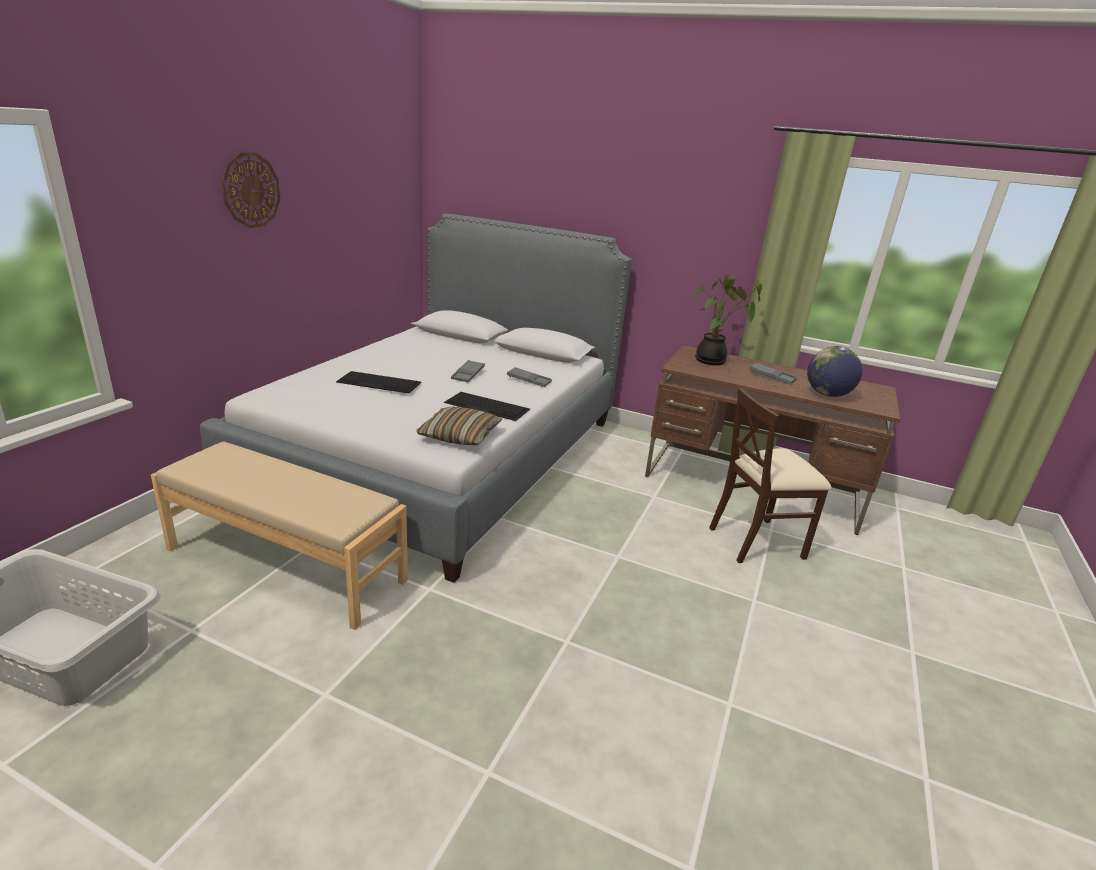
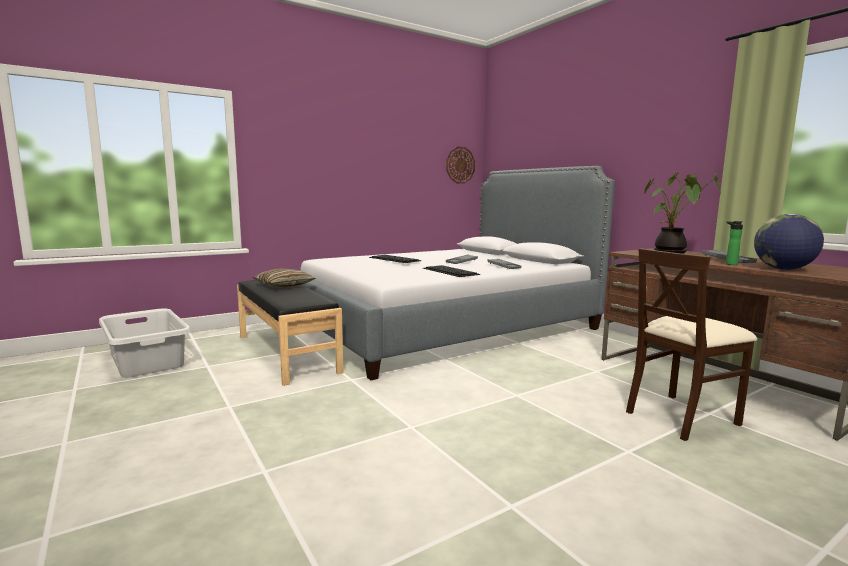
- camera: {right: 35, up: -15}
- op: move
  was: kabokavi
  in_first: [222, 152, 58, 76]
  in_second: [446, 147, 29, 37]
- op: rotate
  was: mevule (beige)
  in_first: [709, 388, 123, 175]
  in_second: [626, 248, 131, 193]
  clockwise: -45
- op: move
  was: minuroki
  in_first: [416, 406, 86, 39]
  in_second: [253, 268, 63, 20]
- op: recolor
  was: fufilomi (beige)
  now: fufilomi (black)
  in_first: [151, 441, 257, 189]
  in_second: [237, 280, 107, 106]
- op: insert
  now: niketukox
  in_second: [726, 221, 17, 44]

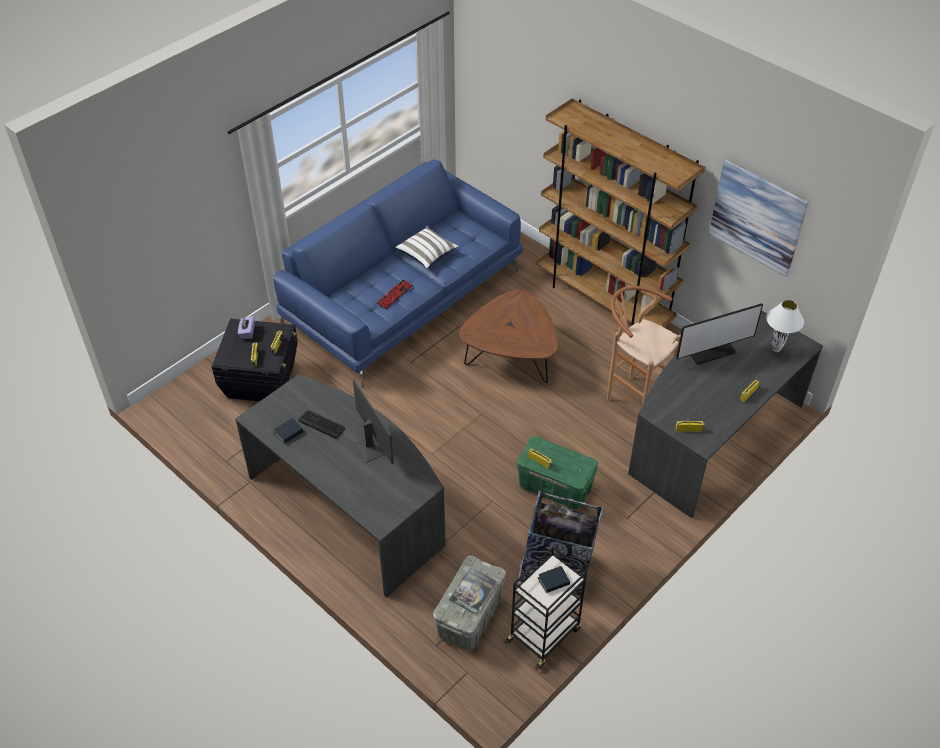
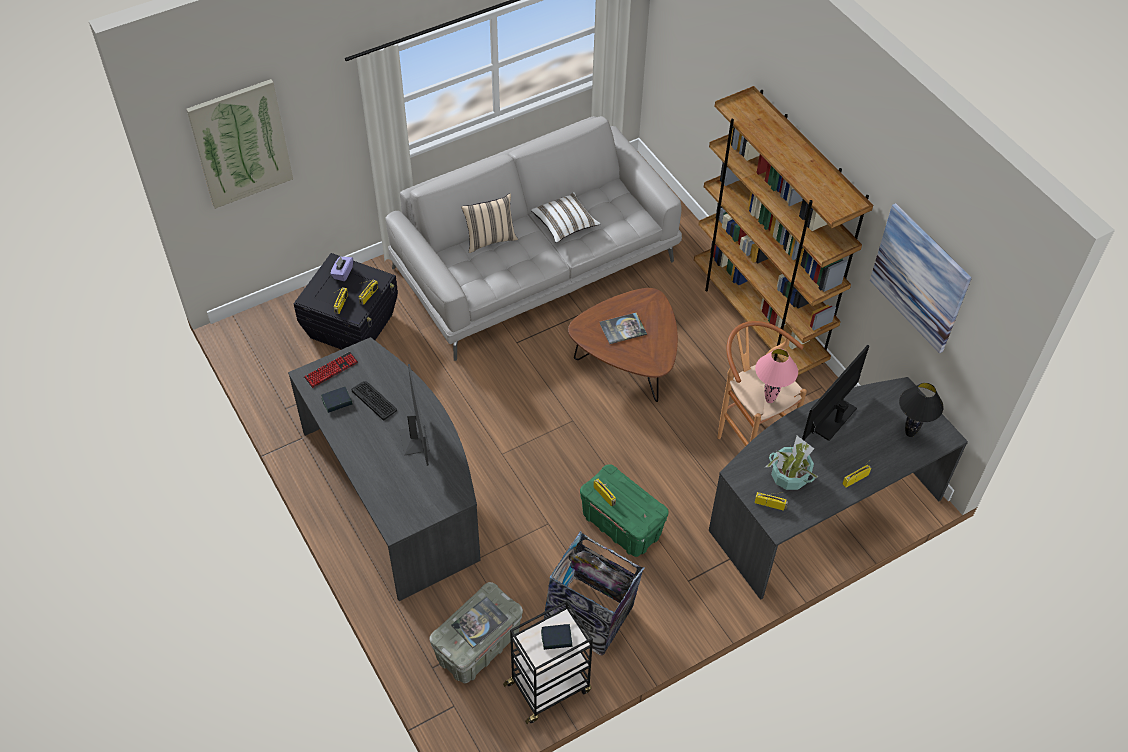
- camera: {right: 15, up: 5}
- op: recolor
  was: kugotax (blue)
  now: kugotax (grey)
  in_first: [273, 160, 250, 229]
  in_second: [385, 116, 297, 245]
- op: move
  was: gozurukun
  in_first: [376, 279, 37, 30]
  in_second: [304, 352, 54, 36]
- op: recolor
  was: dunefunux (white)
  now: dunefunux (black)
  in_first: [766, 300, 38, 52]
  in_second: [899, 383, 44, 54]
- op: rotate
  was: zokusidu
  in_first: [676, 303, 87, 62]
  in_second: [802, 345, 67, 96]
  clockwise: 135
- op: insert
  now: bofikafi
  in_second: [186, 79, 107, 130]
- op: insert
  now: minuroki (beige)
  in_second: [461, 193, 57, 60]
- op: insert
  now: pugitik
  in_second: [600, 312, 47, 32]
- op: insert
  now: dunefunux (pink)
  in_second: [755, 349, 43, 54]
- op: insert
  now: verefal
  in_second: [766, 436, 53, 54]

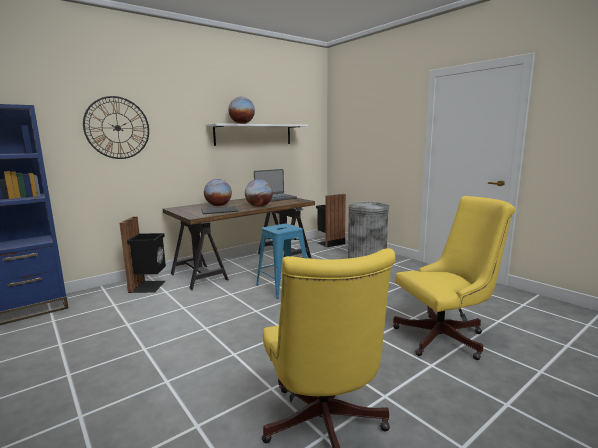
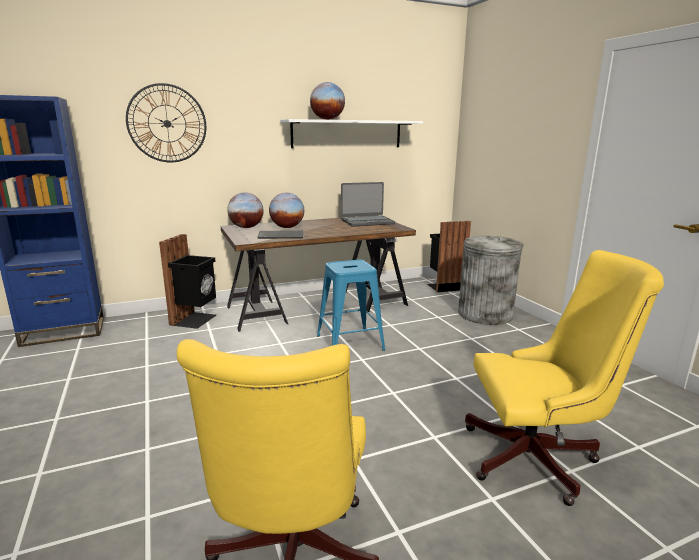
- camera: {right: 15, up: 5}
- op: move
  was: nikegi
  in_first: [245, 179, 28, 28]
  in_second: [227, 192, 37, 36]

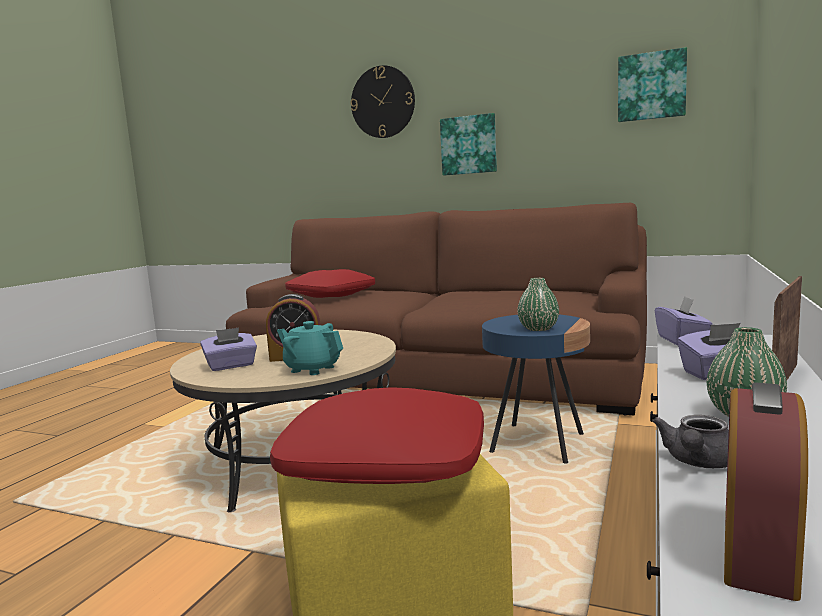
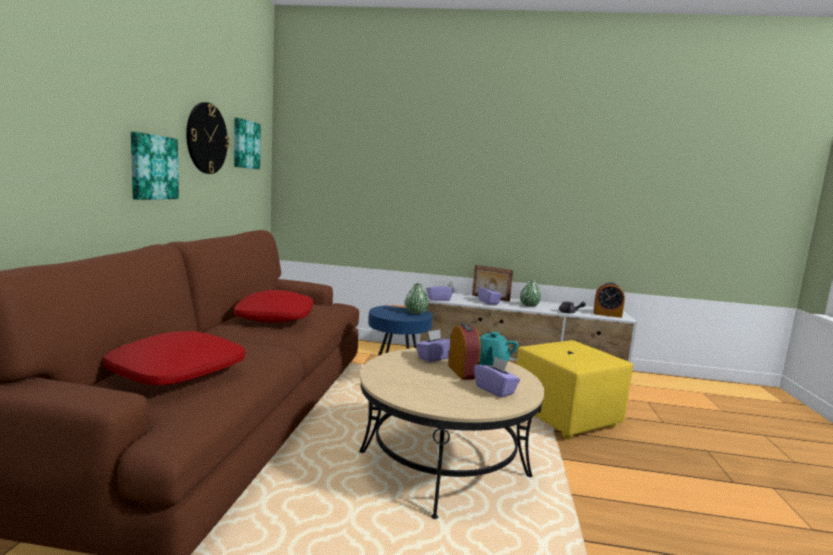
- camera: {right: -105, up: 0}
- op: move
  was: kabokavi
  in_first: [350, 65, 65, 73]
  in_second: [186, 102, 44, 72]
- op: move
  was: minuroki (red)
  in_first: [270, 387, 214, 97]
  in_second: [234, 290, 79, 33]
- op: insert
  now: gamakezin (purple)
  in_second: [416, 330, 34, 32]

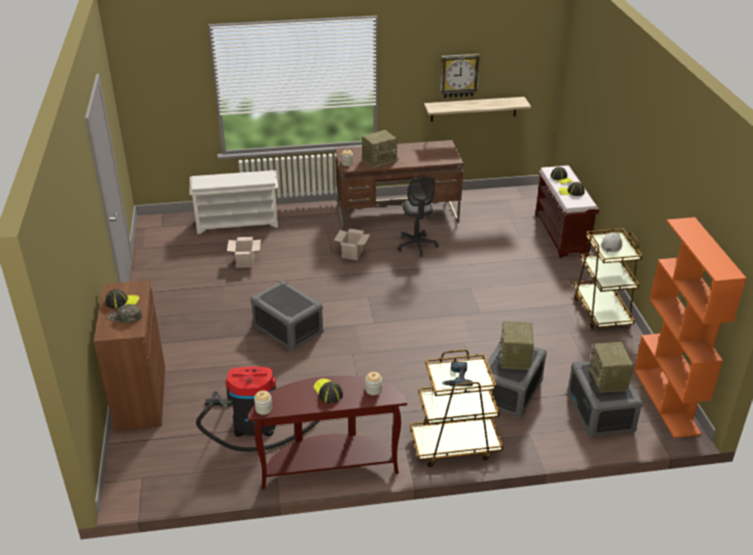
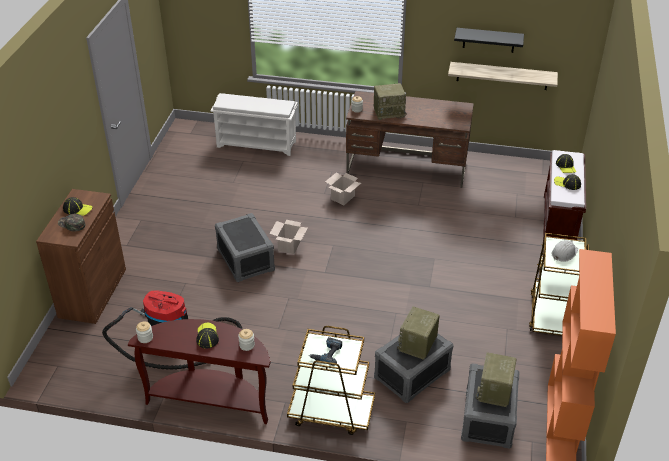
- camera: {right: 20, up: 5}
- op: replace
  was: kabokavi
  now: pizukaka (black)
  in_first: [440, 54, 41, 44]
  in_second: [454, 28, 70, 25]
- op: delete
  was: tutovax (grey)
  in_first: [397, 176, 42, 81]
- op: move
  was: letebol
  in_first: [227, 237, 34, 31]
  in_second: [270, 220, 37, 34]

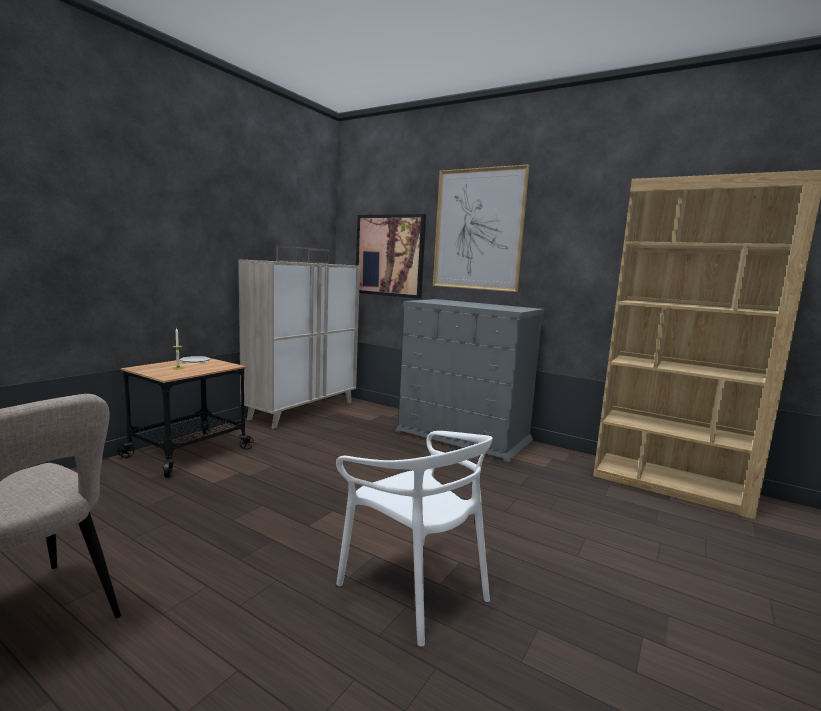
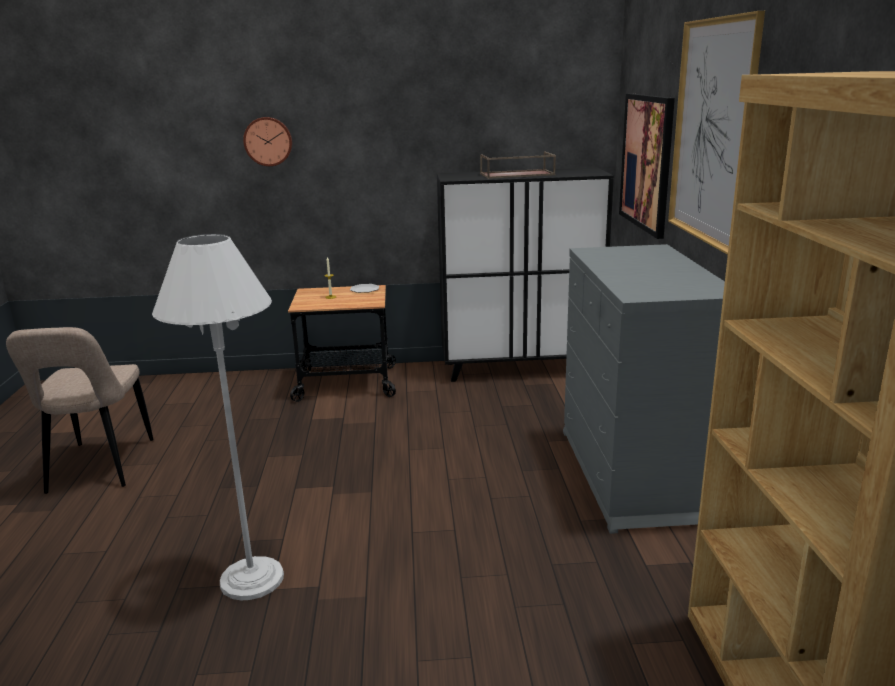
- camera: {right: 55, up: 10}
- op: recolor
  was: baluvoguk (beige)
  now: baluvoguk (black)
  in_first: [238, 259, 122, 170]
  in_second: [437, 168, 177, 214]
- op: replace
  was: mevule (white)
  now: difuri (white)
  in_first: [336, 431, 157, 215]
  in_second: [152, 234, 132, 366]
- op: insert
  now: kabokavi
  in_second: [243, 117, 49, 49]

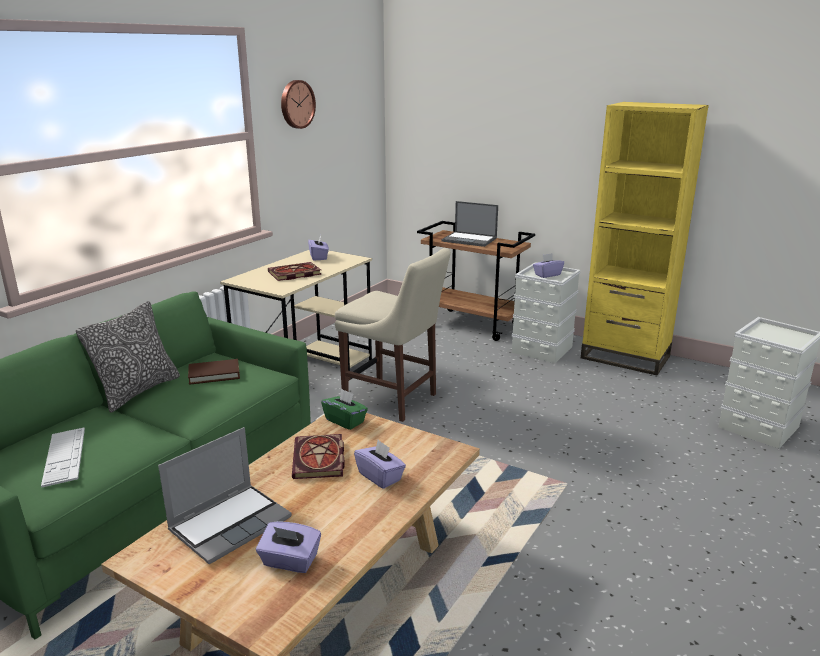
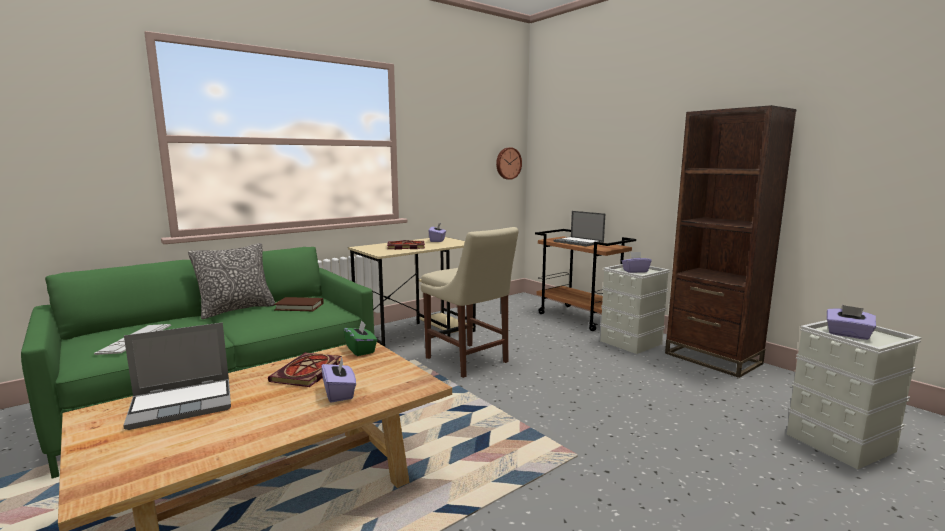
- camera: {right: 20, up: -10}
- op: move
  was: kabokavi
  in_first: [281, 80, 35, 49]
  in_second: [496, 147, 26, 33]
- op: recolor
  was: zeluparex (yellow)
  now: zeluparex (brown)
  in_first: [581, 102, 128, 274]
  in_second: [665, 105, 132, 273]
- op: move
  was: gamakezin (purple)
  in_first: [256, 521, 65, 52]
  in_second: [827, 305, 49, 35]

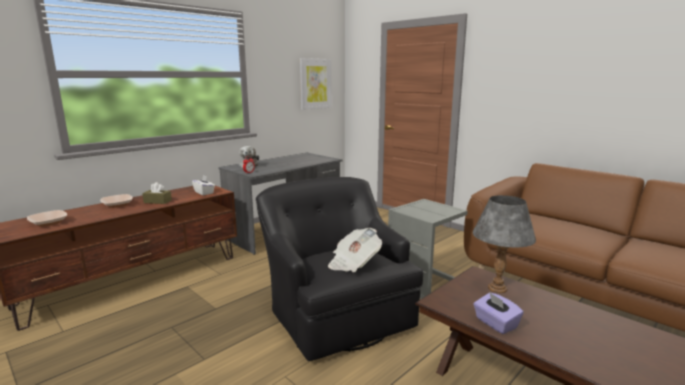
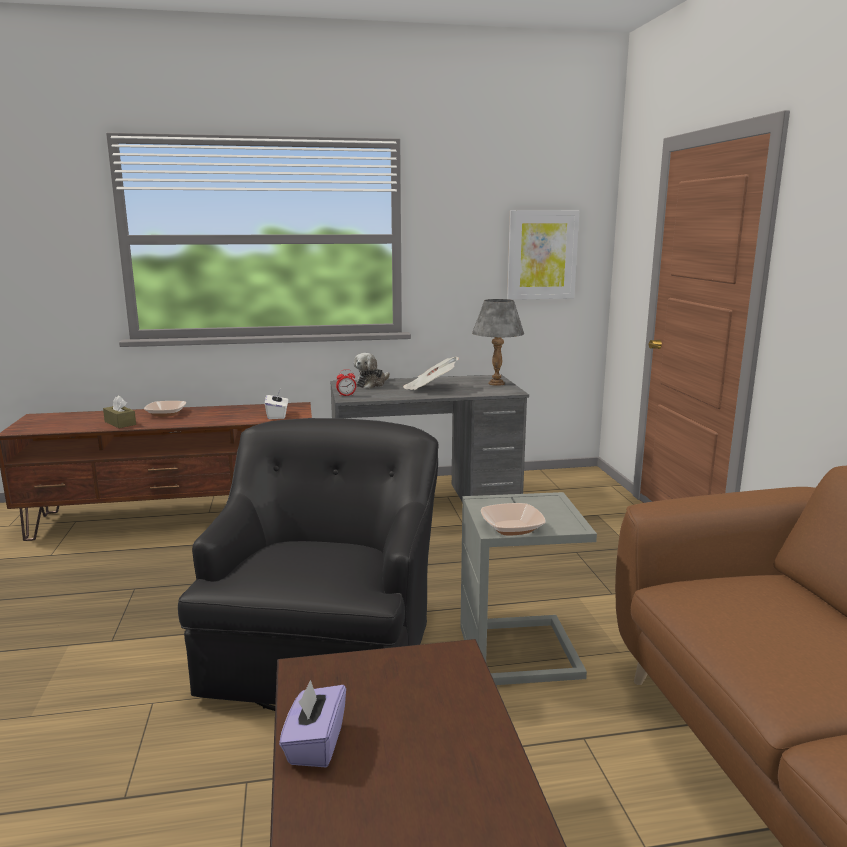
- camera: {right: 35, up: 0}
- op: move
  was: gamakezin (brown)
  in_first: [142, 182, 30, 22]
  in_second: [103, 395, 33, 33]
- op: move
  was: dunefunux (grey)
  in_first: [473, 195, 63, 98]
  in_second: [472, 299, 52, 87]
- op: move
  was: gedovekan
  in_first: [27, 210, 40, 17]
  in_second: [481, 503, 64, 32]
- op: move
  was: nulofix
  in_first: [328, 228, 54, 44]
  in_second: [403, 357, 56, 33]

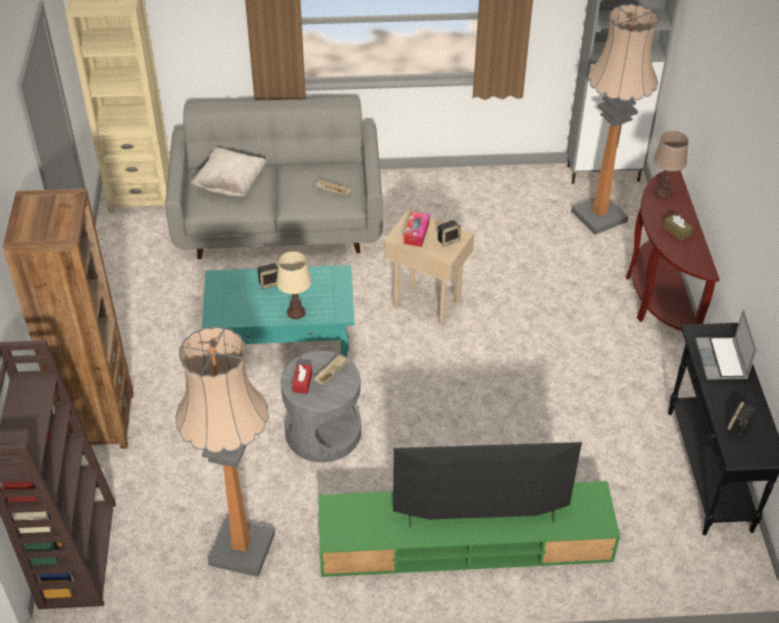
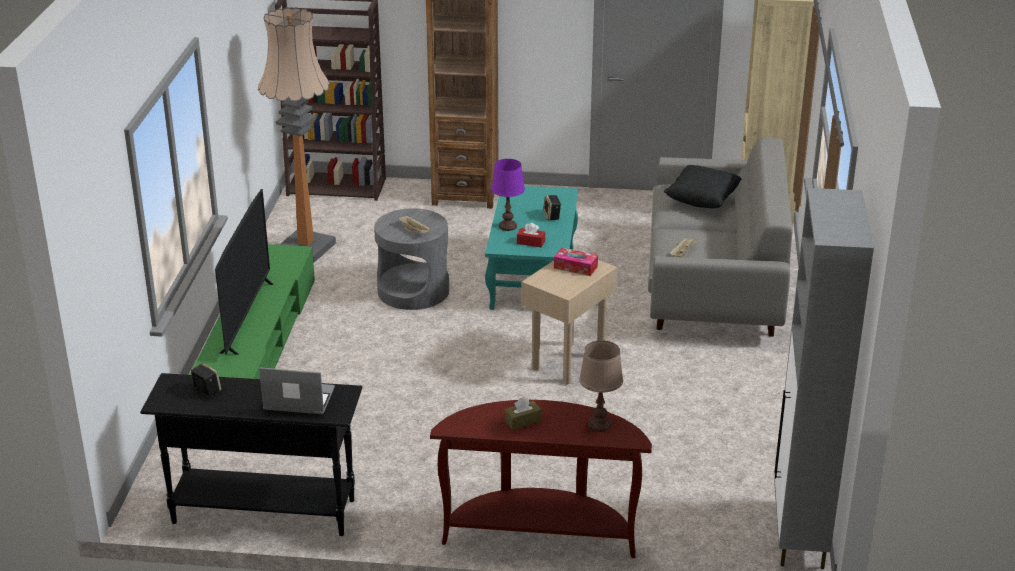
- camera: {right: 100, up: -15}
- op: delete
  was: difuri
  in_first: [571, 4, 87, 231]
- op: recolor
  was: minuroki (beige)
  now: minuroki (black)
  in_first: [191, 147, 75, 49]
  in_second: [664, 165, 78, 43]
- op: delete
  was: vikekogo
  in_first: [438, 220, 23, 27]
- op: recolor
  was: dunefunux (beige)
  now: dunefunux (purple)
  in_first: [276, 251, 35, 68]
  in_second: [491, 159, 34, 72]
- op: move
  was: gamakezin (red)
  in_first: [292, 364, 20, 30]
  in_second: [517, 223, 28, 24]

